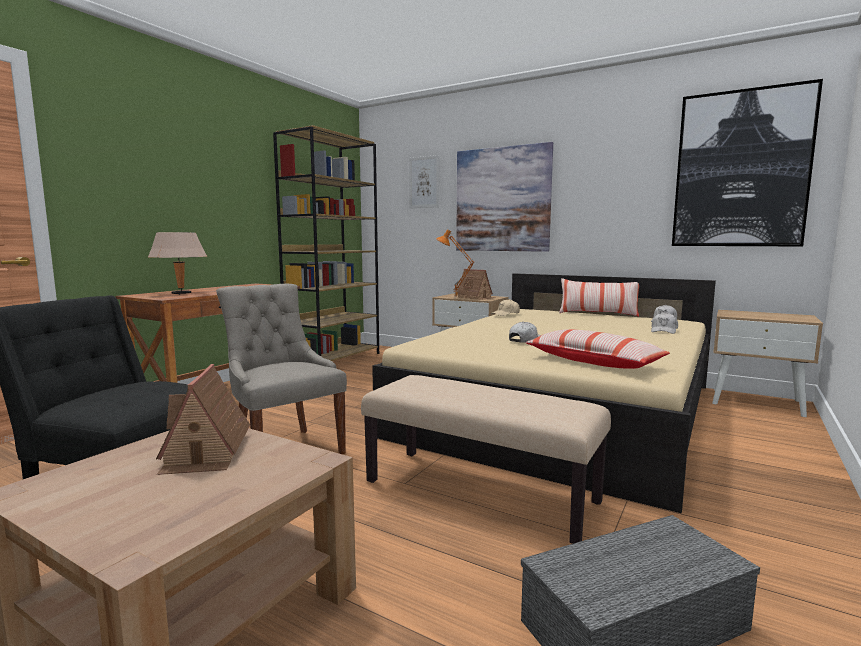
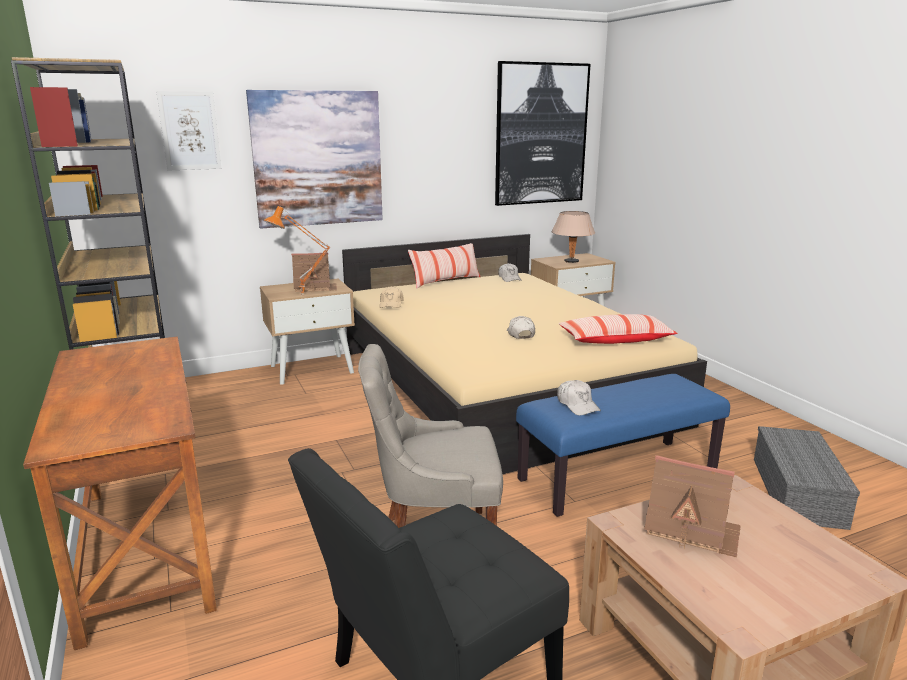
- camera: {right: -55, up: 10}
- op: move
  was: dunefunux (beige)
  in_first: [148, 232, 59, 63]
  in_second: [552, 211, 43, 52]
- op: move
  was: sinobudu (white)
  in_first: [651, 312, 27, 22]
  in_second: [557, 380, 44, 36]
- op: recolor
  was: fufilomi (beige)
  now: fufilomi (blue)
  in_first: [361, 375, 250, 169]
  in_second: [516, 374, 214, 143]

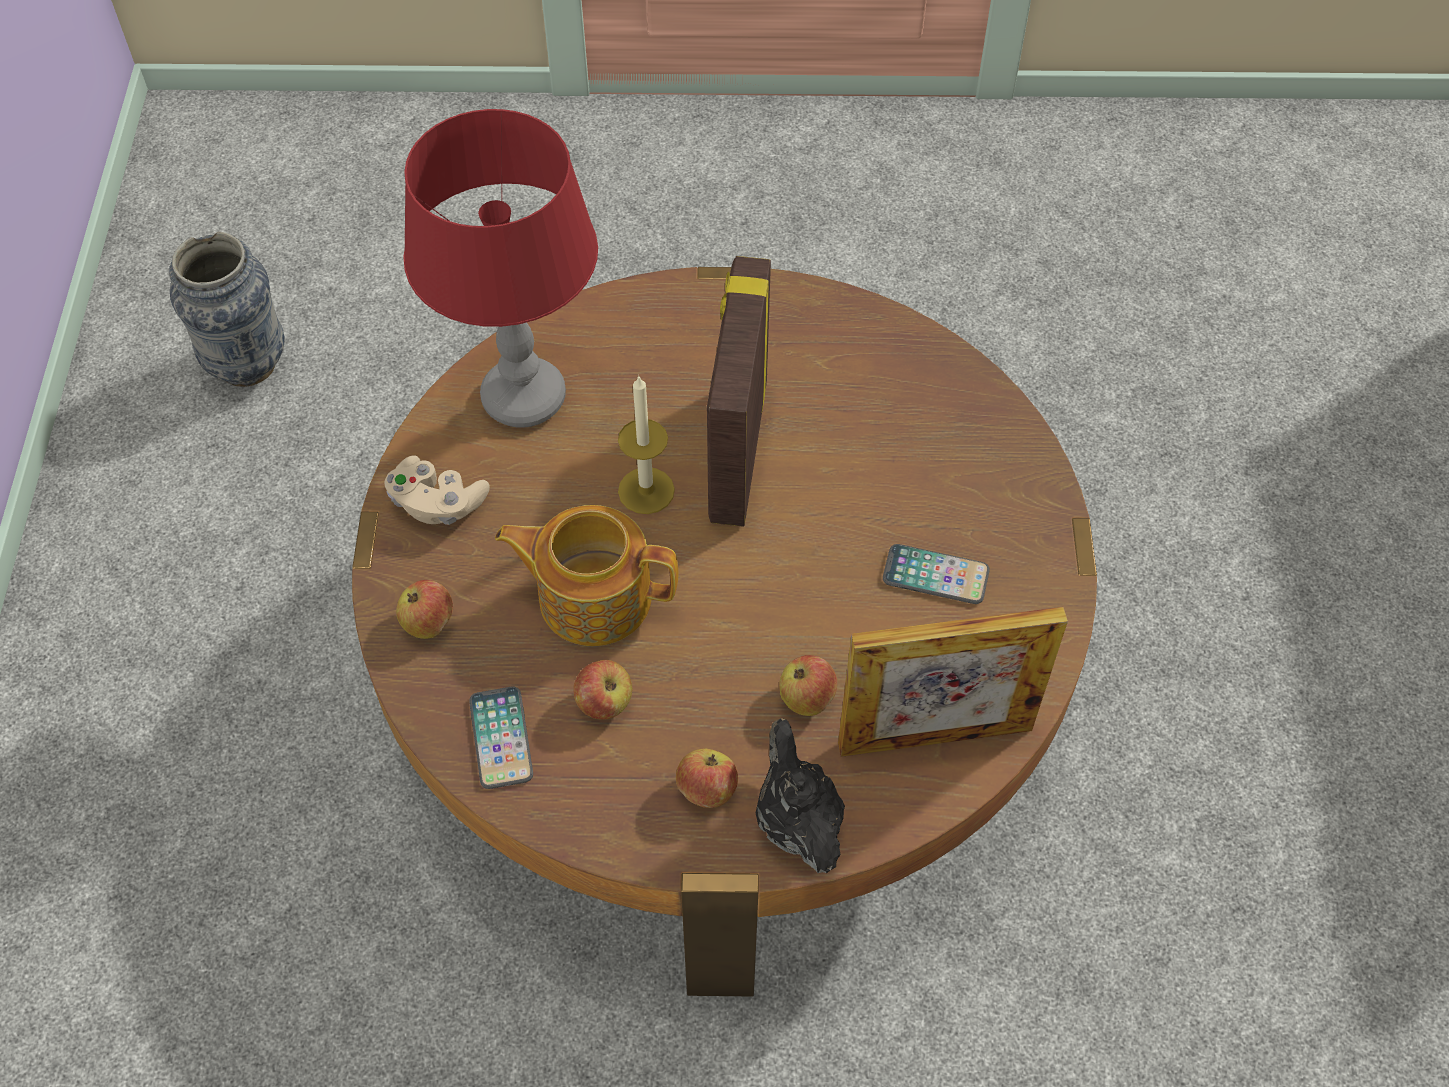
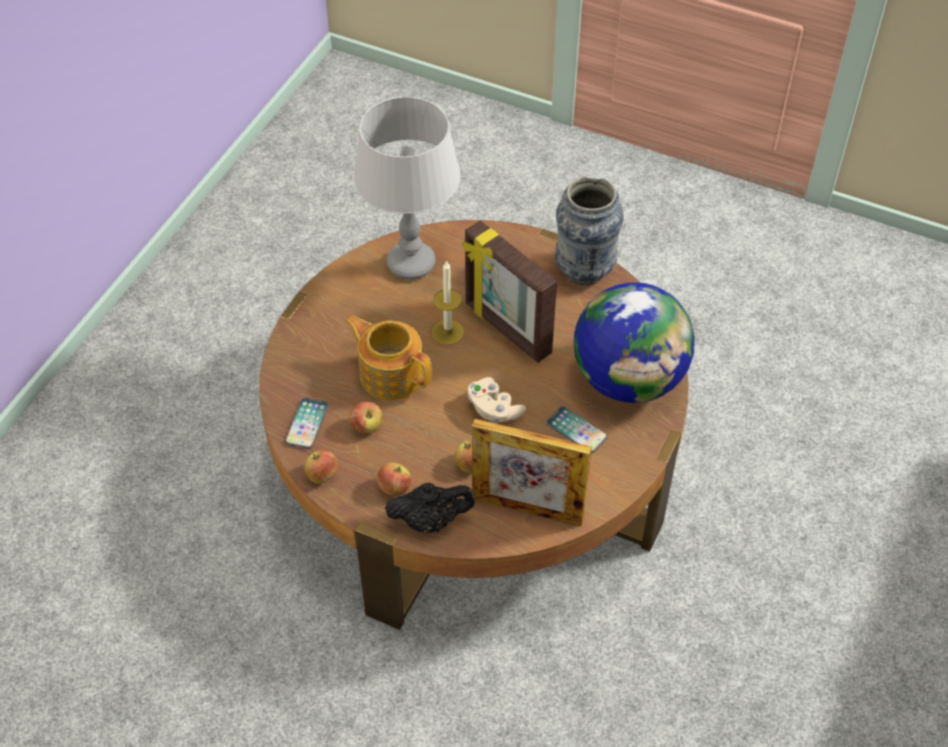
- camera: {right: 25, up: -5}
- op: recolor
  was: dunefunux (red)
  now: dunefunux (grey)
  in_first: [404, 109, 194, 319]
  in_second: [353, 97, 108, 183]
- op: move
  was: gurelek
  in_first: [169, 231, 116, 156]
  in_second: [555, 176, 69, 110]
- op: rotate
  was: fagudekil
  in_first: [707, 256, 64, 271]
  in_second: [462, 220, 95, 143]
  clockwise: -75
- op: move
  was: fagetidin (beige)
  in_first: [385, 455, 105, 70]
  in_second: [467, 377, 59, 46]
- op: move
  was: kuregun
  in_first: [396, 580, 57, 59]
  in_second: [304, 450, 34, 34]
- op: rotate
  was: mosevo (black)
  in_first: [756, 718, 89, 156]
  in_second: [385, 482, 91, 51]
  clockwise: 75
- op: insert
  now: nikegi
  in_second: [574, 282, 121, 121]

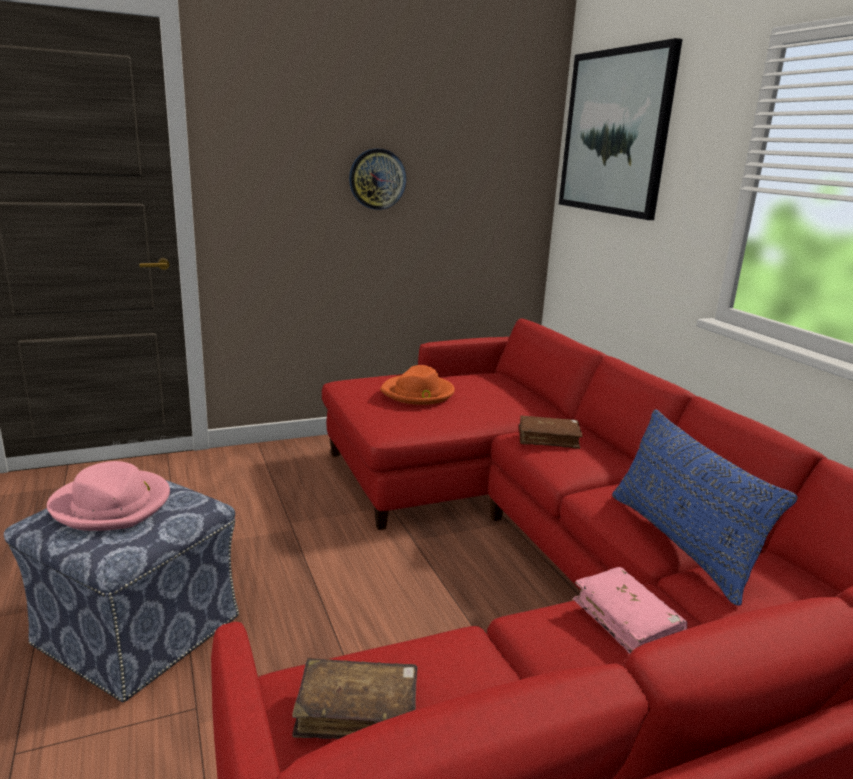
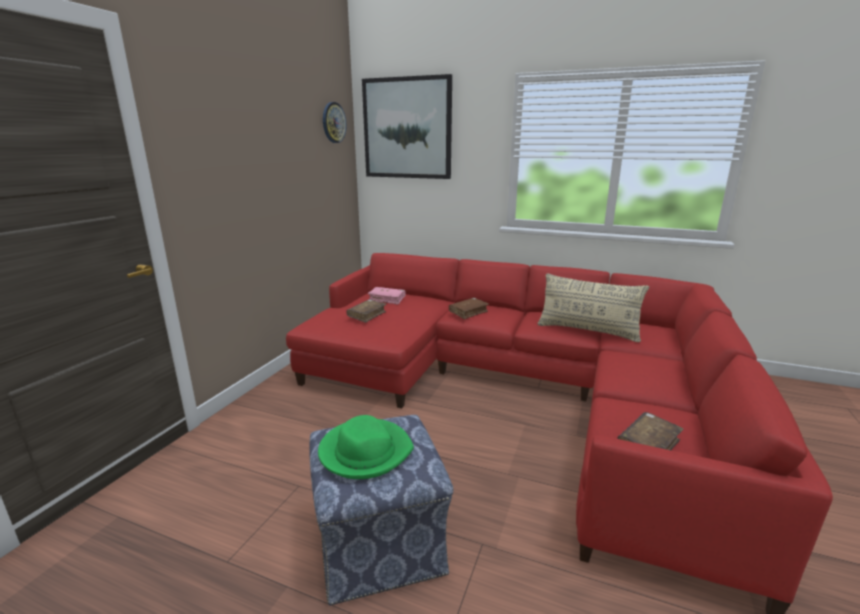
- camera: {right: -45, up: 0}
- op: move
  was: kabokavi
  in_first: [349, 148, 57, 62]
  in_second: [323, 102, 23, 41]
- op: replace
  was: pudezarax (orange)
  now: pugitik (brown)
  in_first: [380, 365, 75, 40]
  in_second: [346, 300, 40, 23]
- op: recolor
  was: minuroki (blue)
  now: minuroki (beige)
  in_first: [612, 409, 186, 197]
  in_second: [537, 273, 112, 69]
- op: recolor
  was: pudezarax (pink)
  now: pudezarax (green)
  in_first: [47, 461, 123, 70]
  in_second: [318, 415, 96, 64]
- op: move
  was: pugitik (pink)
  in_first: [573, 567, 114, 87]
  in_second: [368, 287, 38, 18]

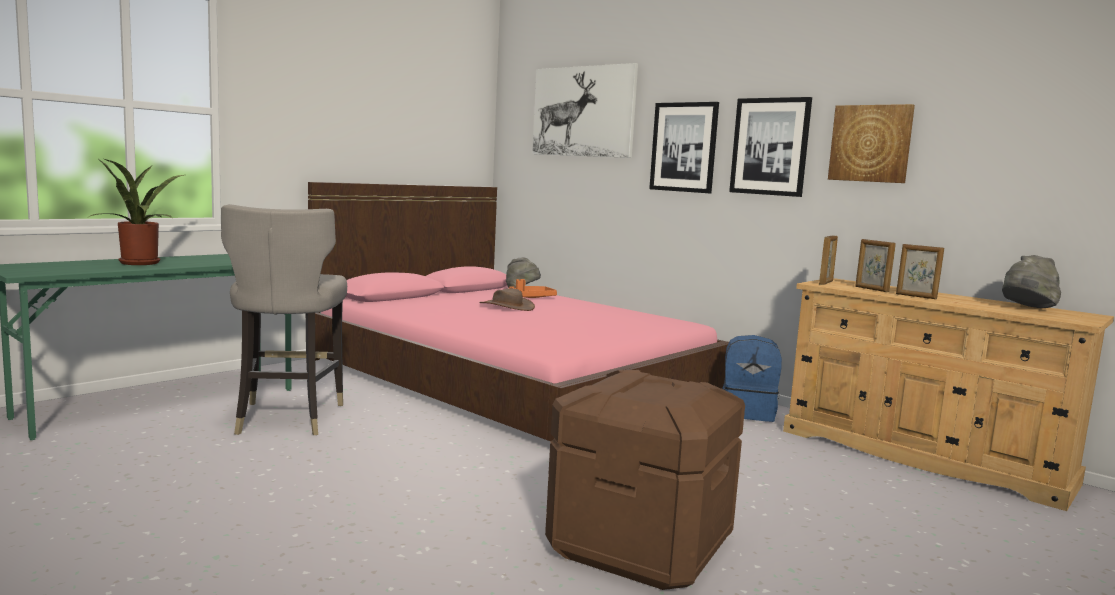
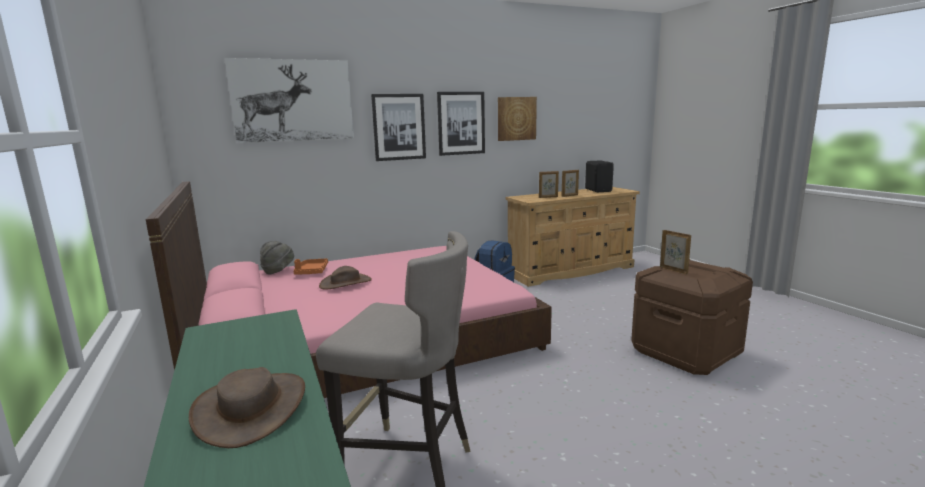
- camera: {right: -65, up: 5}
- op: replace
  was: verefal
  now: pudezarax (brown)
  in_first: [89, 159, 95, 106]
  in_second: [189, 367, 116, 81]
- op: move
  was: fagudekil
  in_first: [819, 235, 19, 50]
  in_second: [660, 230, 31, 44]
- op: replace
  was: pudezarax (grey)
  now: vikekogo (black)
  in_first: [1002, 255, 59, 53]
  in_second: [585, 160, 29, 32]

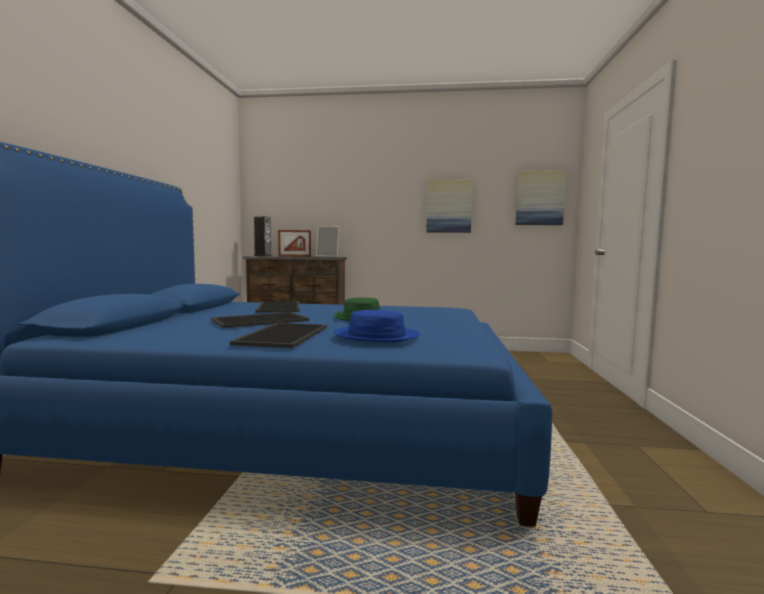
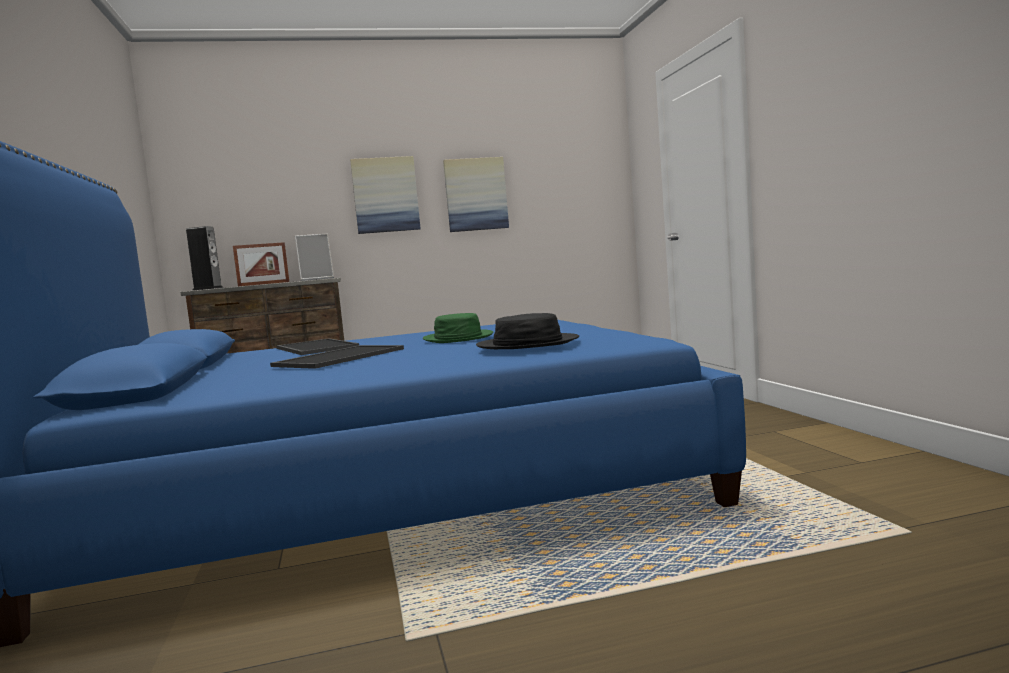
- camera: {right: -20, up: 0}
- op: move
  was: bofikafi
  in_first: [516, 170, 50, 55]
  in_second: [350, 156, 71, 78]
- op: recolor
  was: pudezarax (blue)
  now: pudezarax (black)
  in_first: [334, 310, 86, 32]
  in_second: [476, 313, 103, 36]
- op: delete
  was: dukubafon
  in_first: [230, 323, 97, 25]

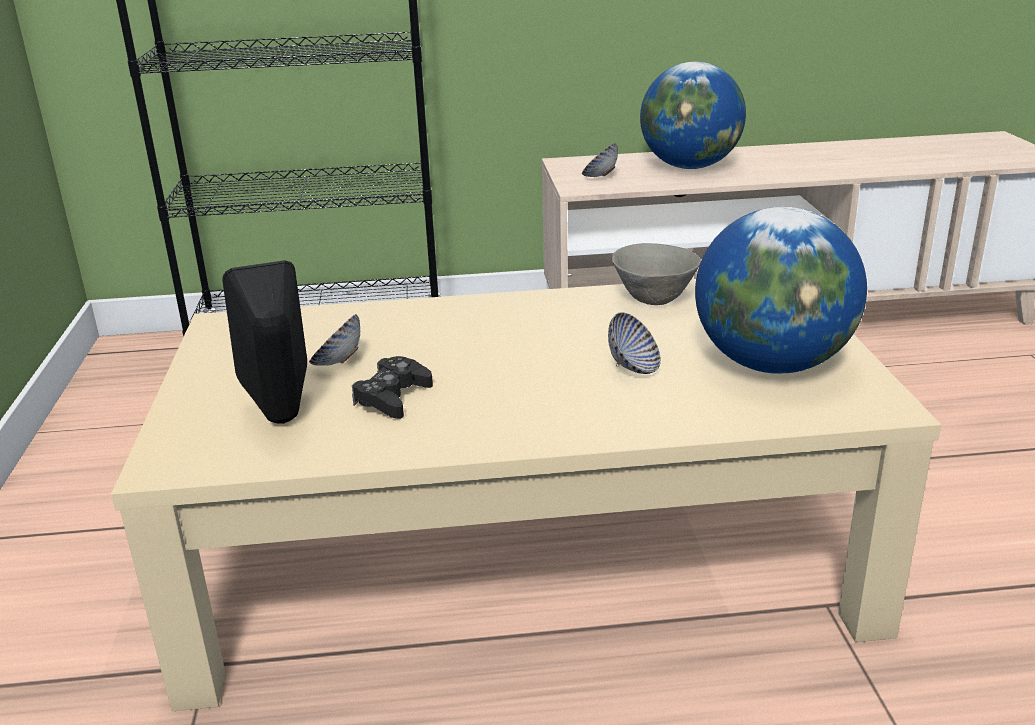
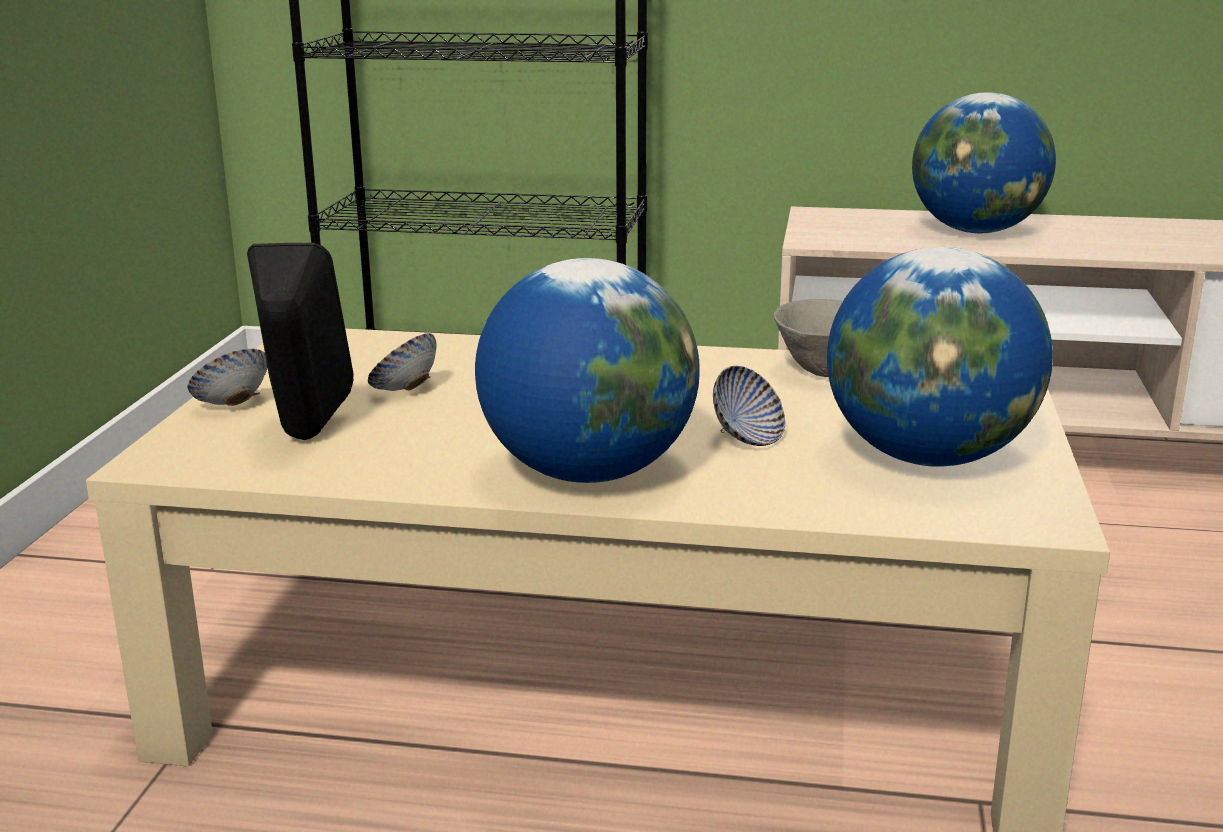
- camera: {right: 15, up: -5}
- op: move
  was: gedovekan
  in_first: [582, 143, 36, 34]
  in_second: [187, 349, 80, 57]
- op: delete
  was: fagetidin (black)
  in_first: [352, 356, 81, 63]
- op: insert
  now: nikegi
  in_second: [475, 258, 225, 225]

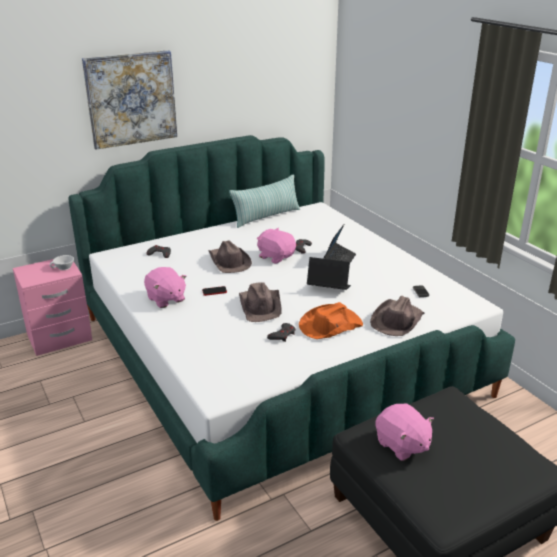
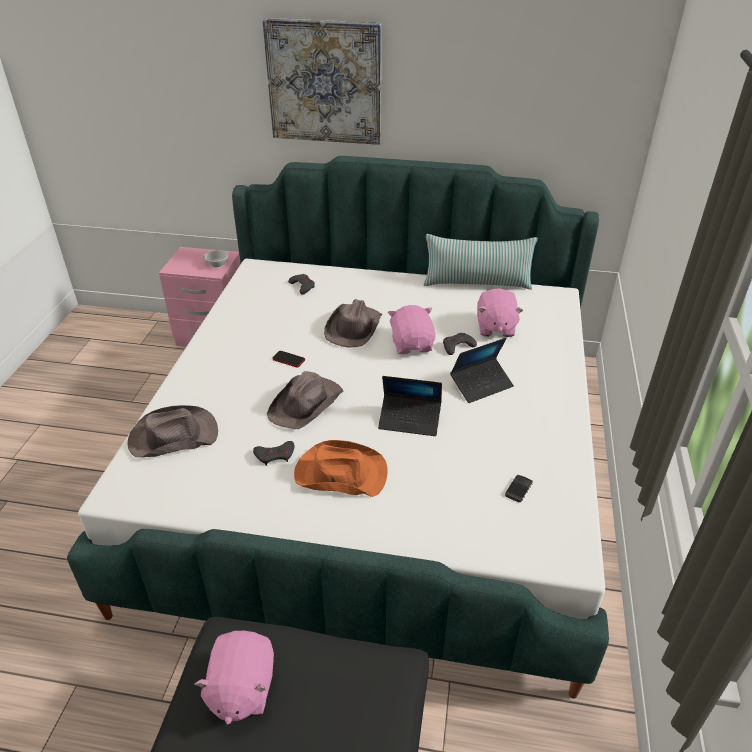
- camera: {right: 40, up: 10}
- op: rotate
  was: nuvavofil
  in_first: [307, 257, 44, 33]
  in_second: [378, 376, 64, 60]
  clockwise: 135
- op: move
  was: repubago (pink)
  in_first: [144, 267, 43, 41]
  in_second: [477, 288, 46, 49]
- op: move
  was: pudezarax (brown)
  in_first: [370, 296, 55, 40]
  in_second: [127, 405, 91, 52]

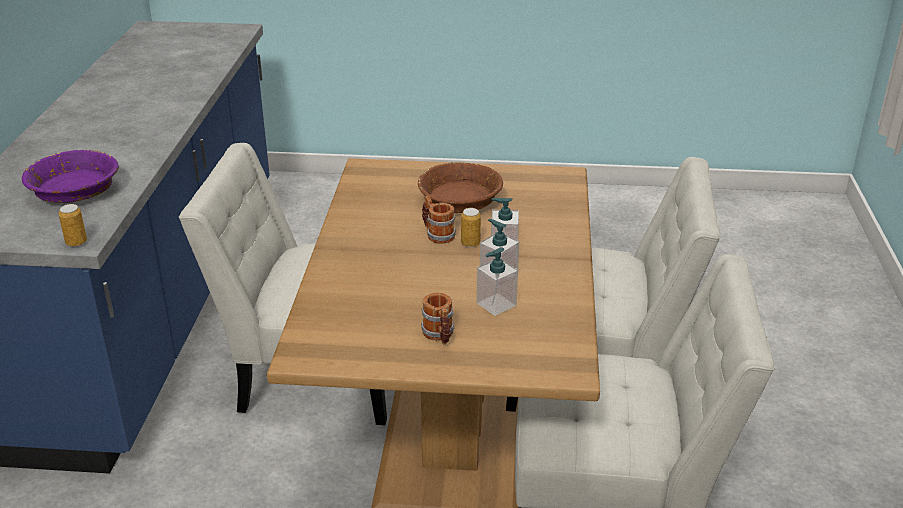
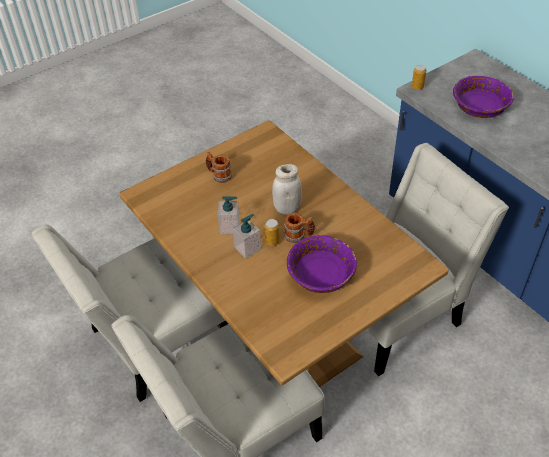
- camera: {right: 140, up: 15}
- op: recolor
  was: gedovekan (brown)
  now: gedovekan (purple)
  in_first: [418, 162, 85, 51]
  in_second: [287, 235, 70, 58]
- op: delete
  was: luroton
  in_first: [476, 247, 42, 69]
- op: insert
  now: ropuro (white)
  in_second: [272, 164, 30, 51]

